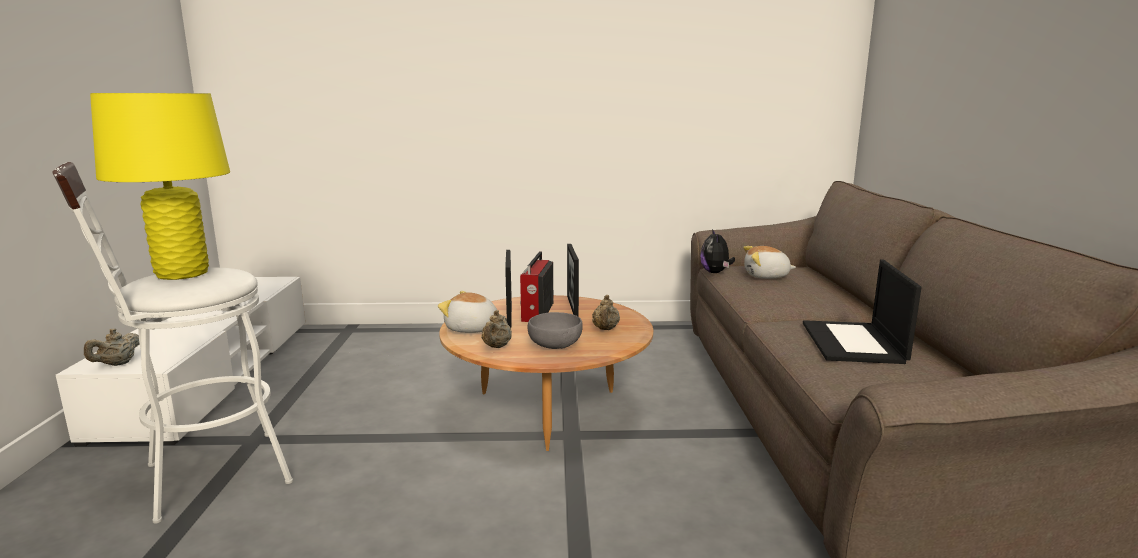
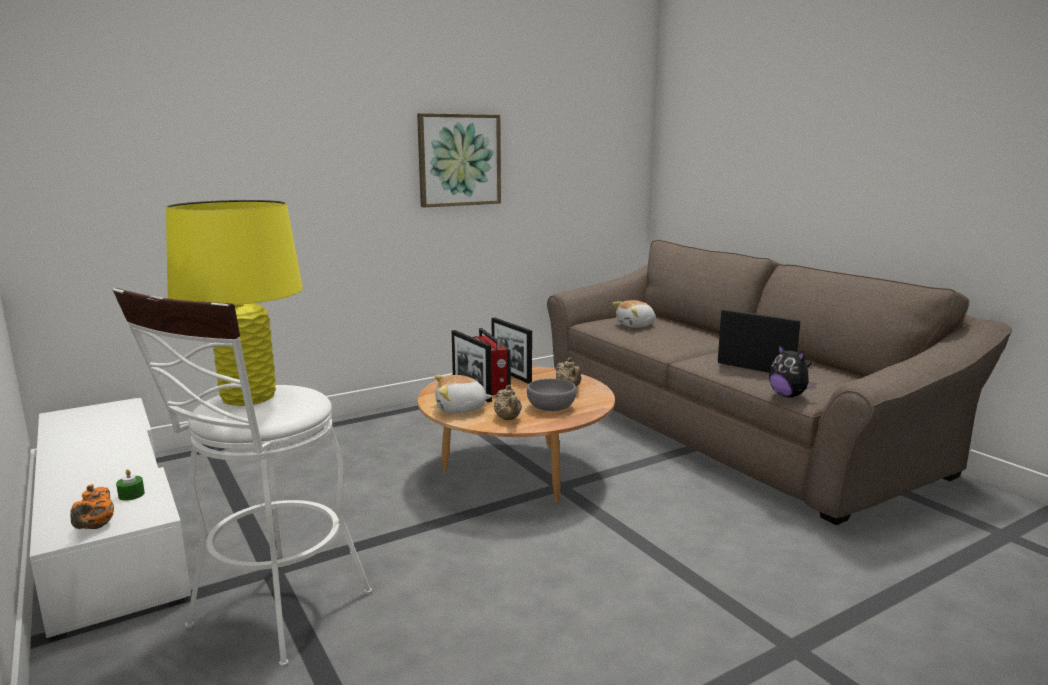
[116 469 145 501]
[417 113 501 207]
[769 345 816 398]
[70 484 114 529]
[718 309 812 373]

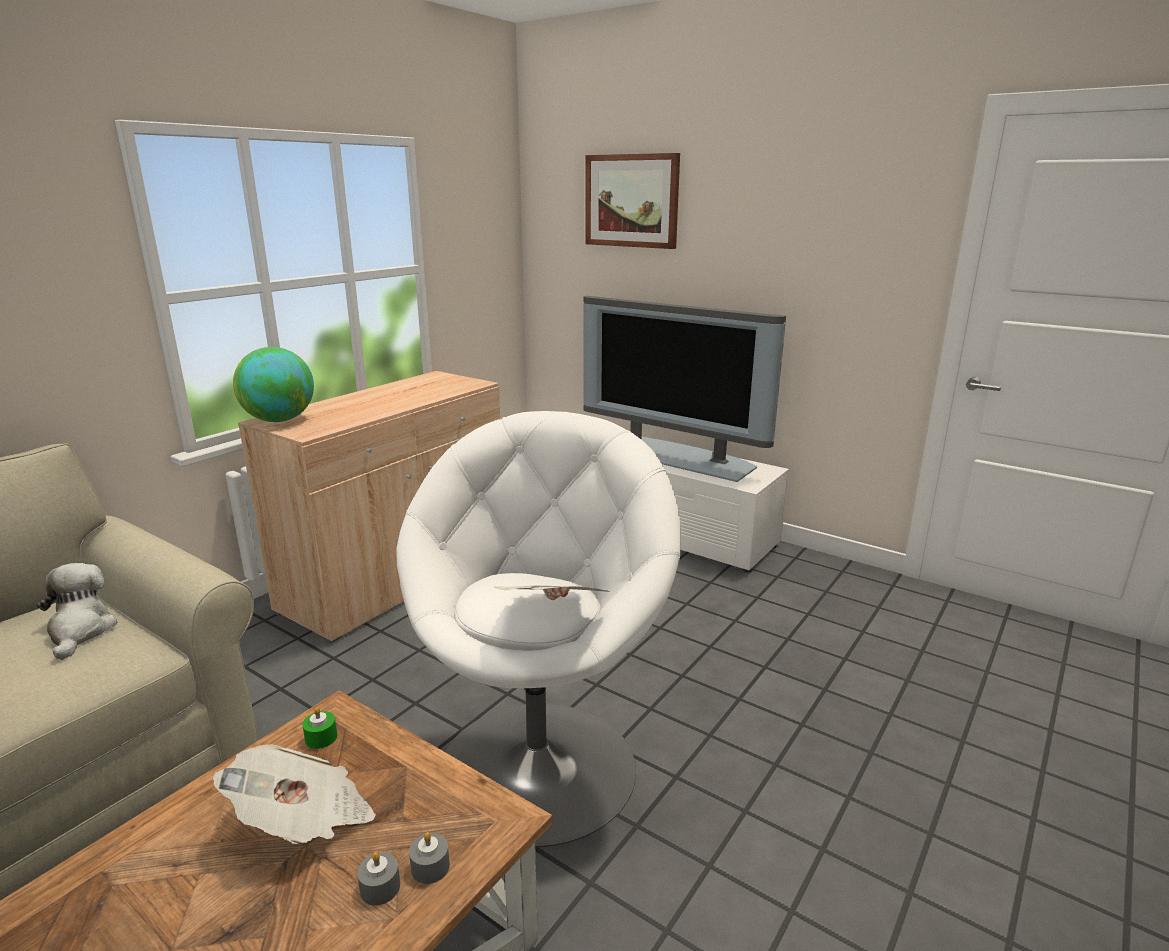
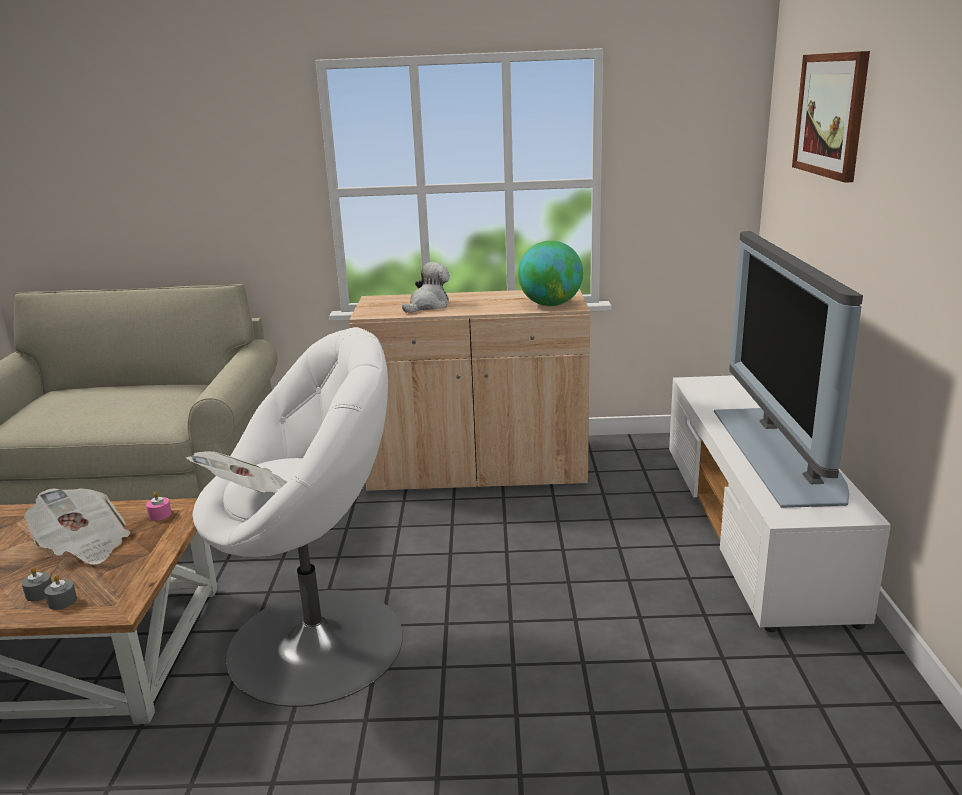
[402 262 450 313]
[518 240 583 306]
[146 492 172 521]

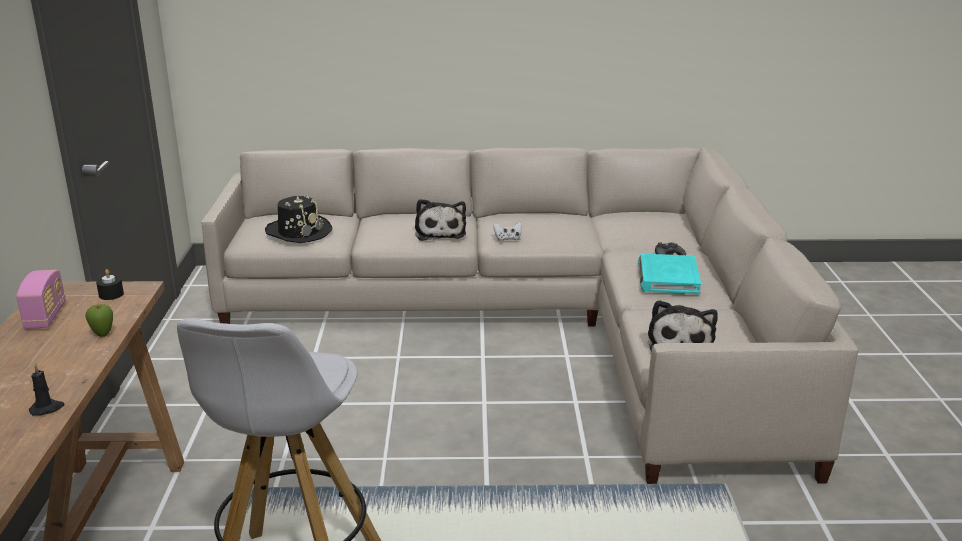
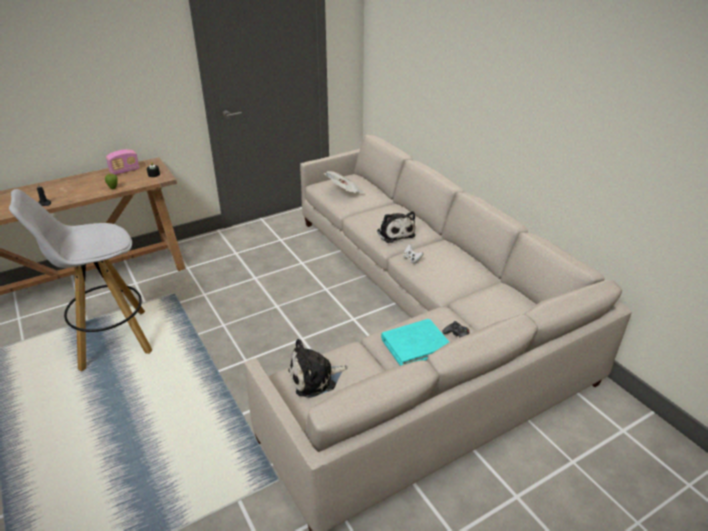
[324 171 365 193]
[377 211 415 243]

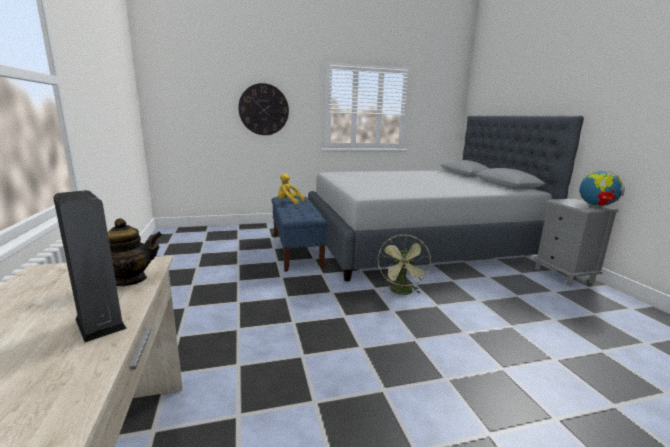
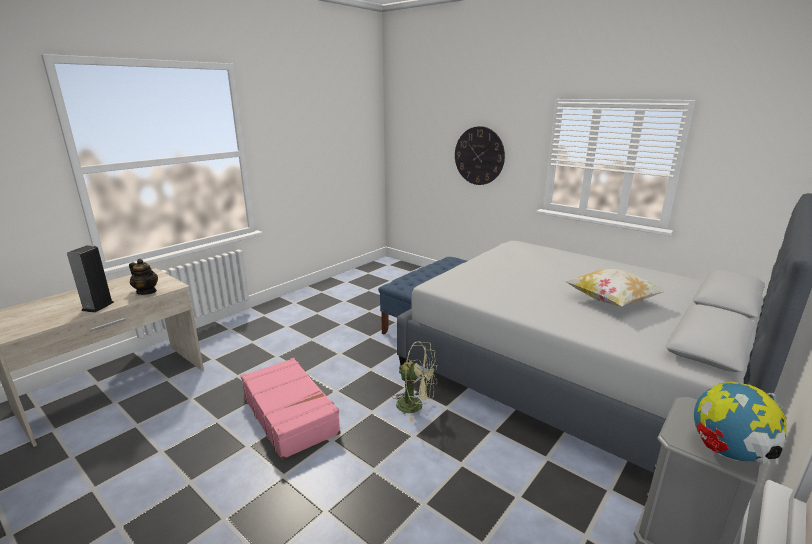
[278 174 305 204] (first image)
[241 358 341 460]
[565 269 666 306]
[392 341 438 422]

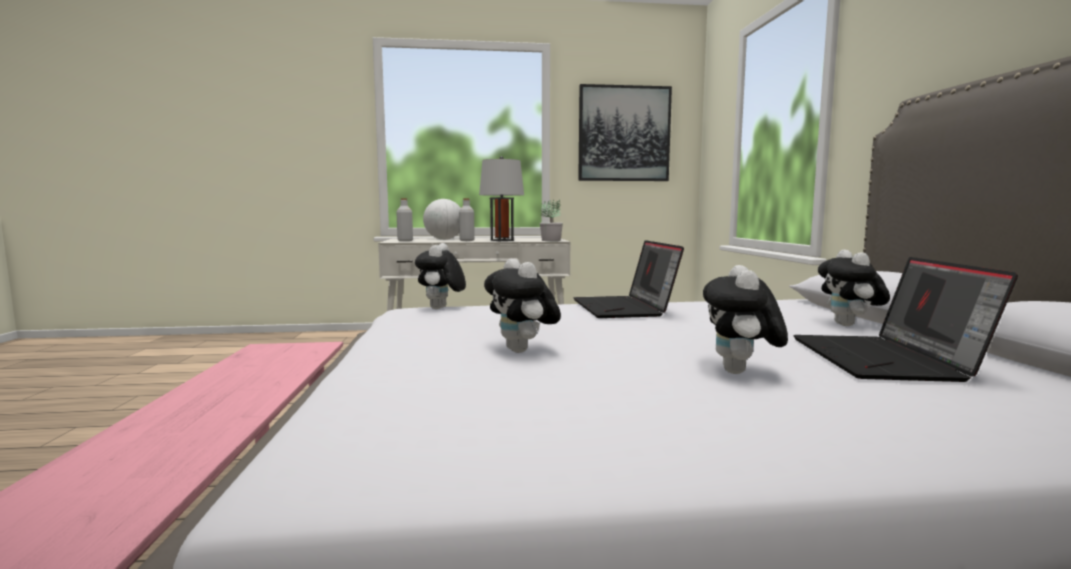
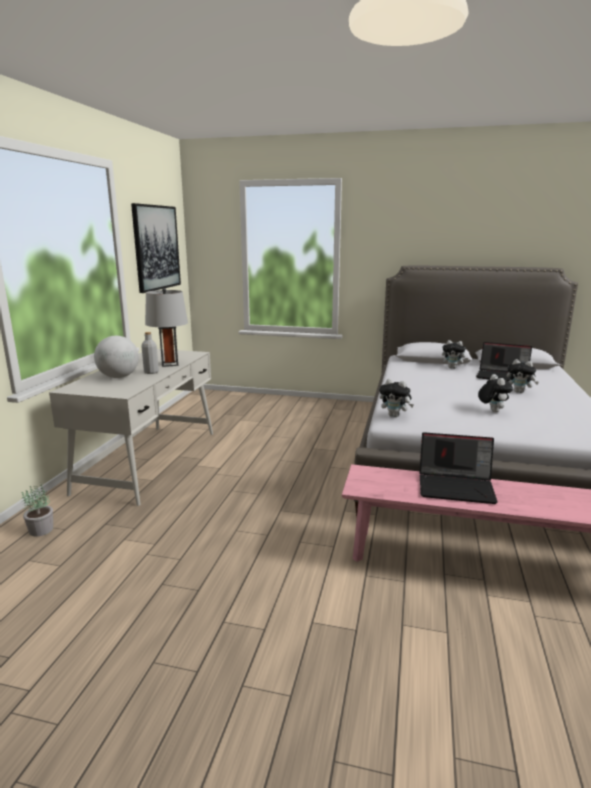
[396 198 413 241] (first image)
[22 484 53 536]
[419 432 498 504]
[478 374 513 412]

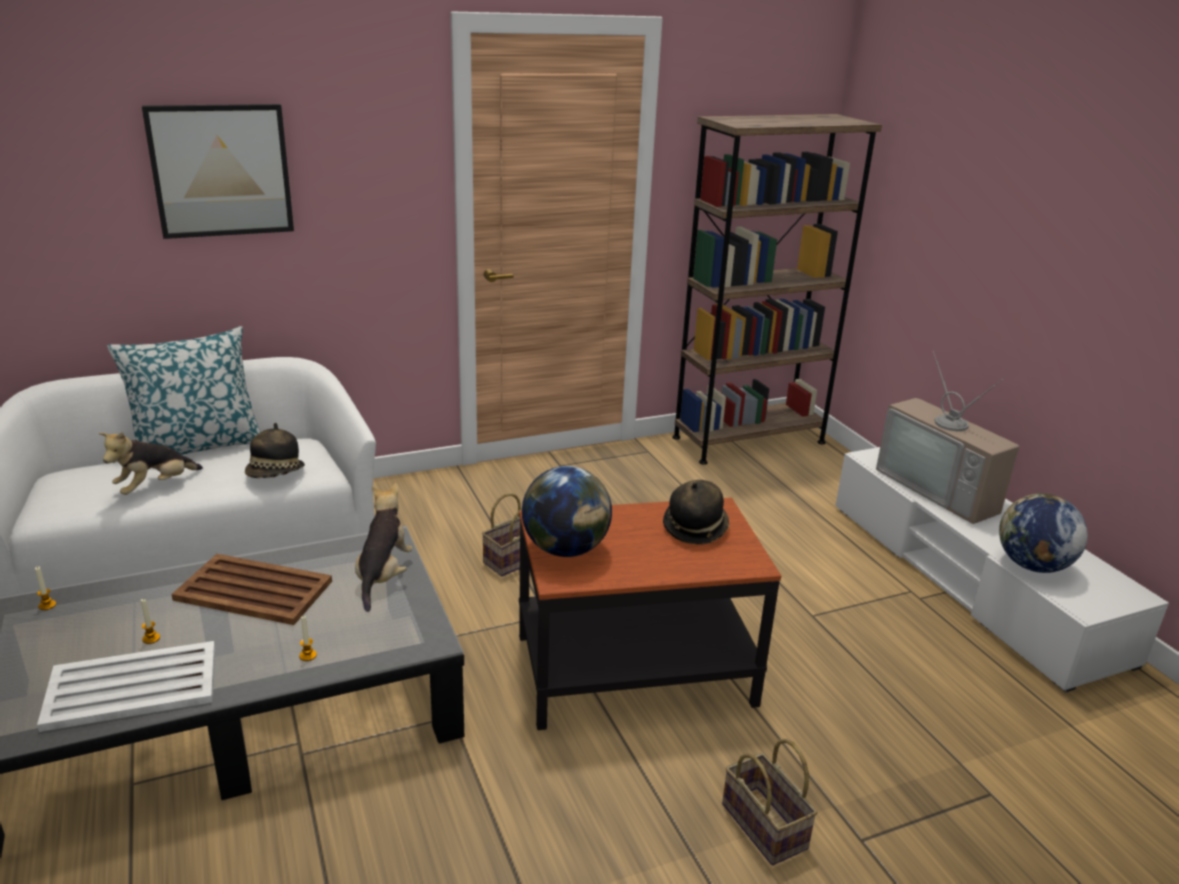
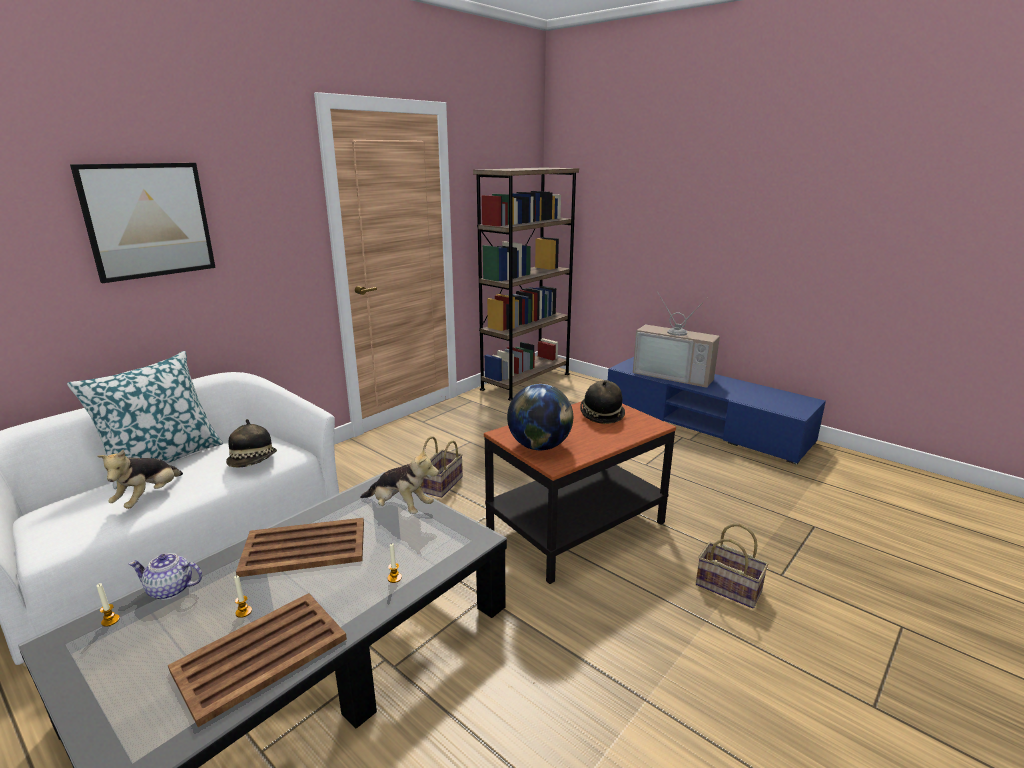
[999 494 1088 573] (first image)
[129 553 202 600]
[168 593 347 727]
[608 357 826 465]
[360 447 439 514]

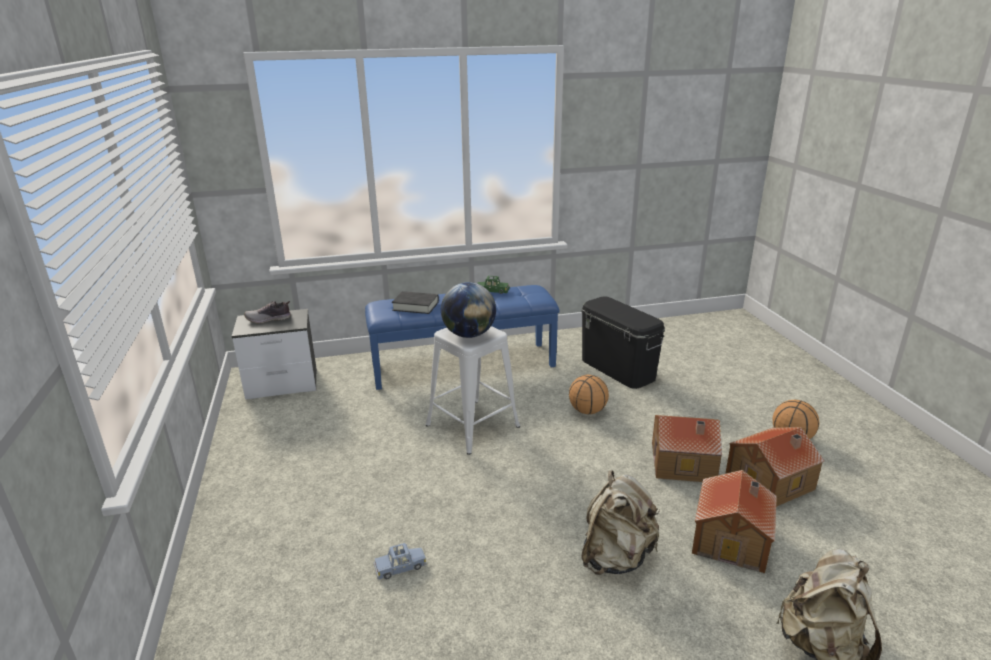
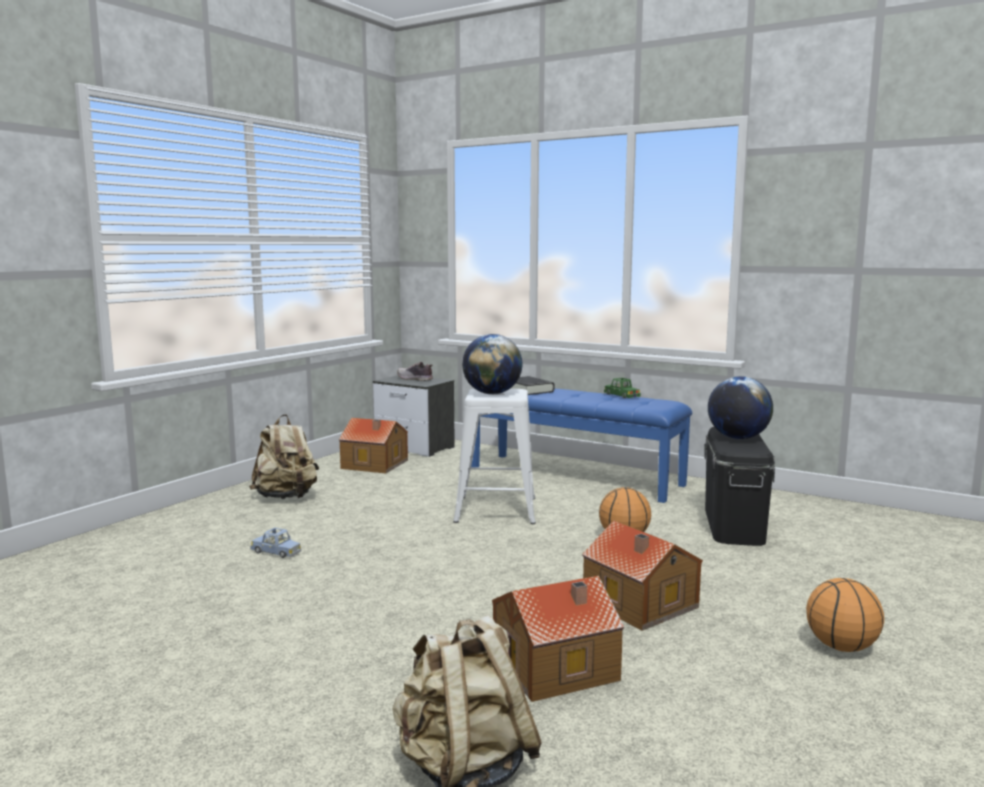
[708 376 773 439]
[249 414 319 499]
[339 418 408 473]

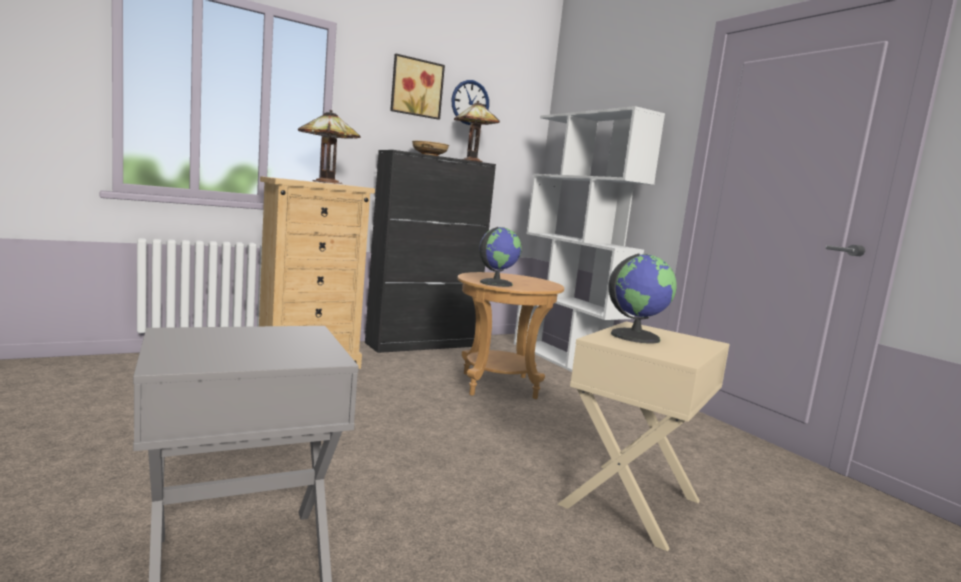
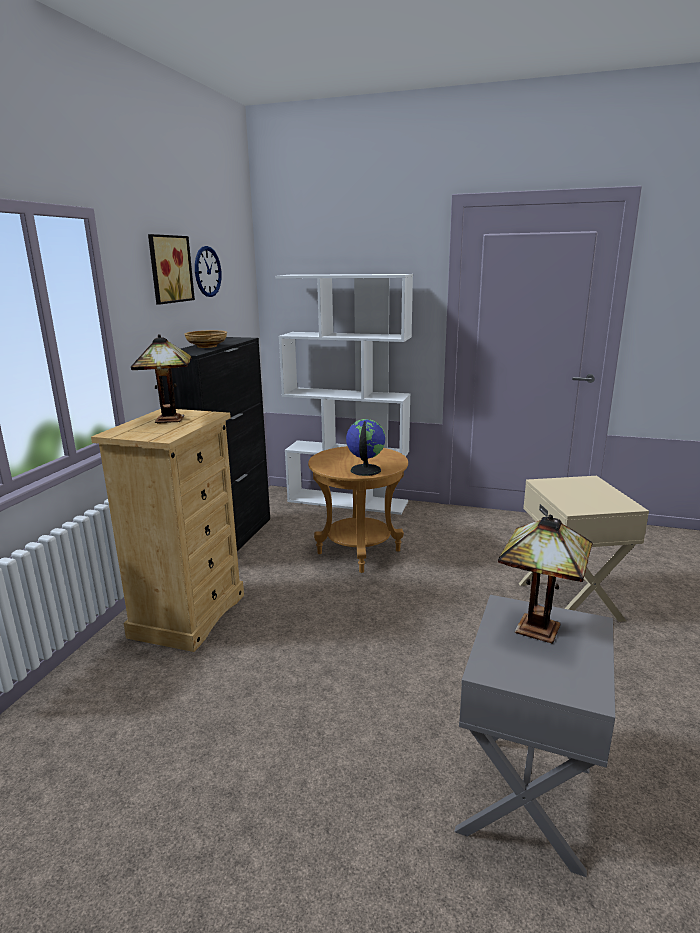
[608 253 677 343] (first image)
[498 515 593 643]

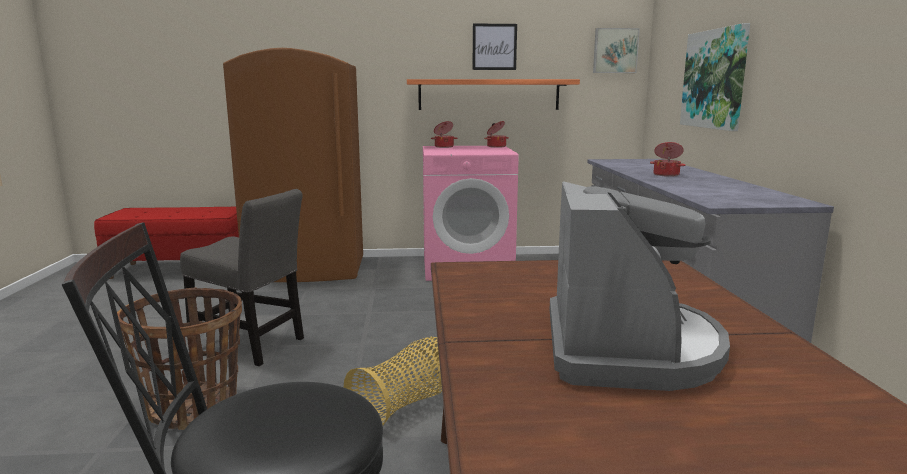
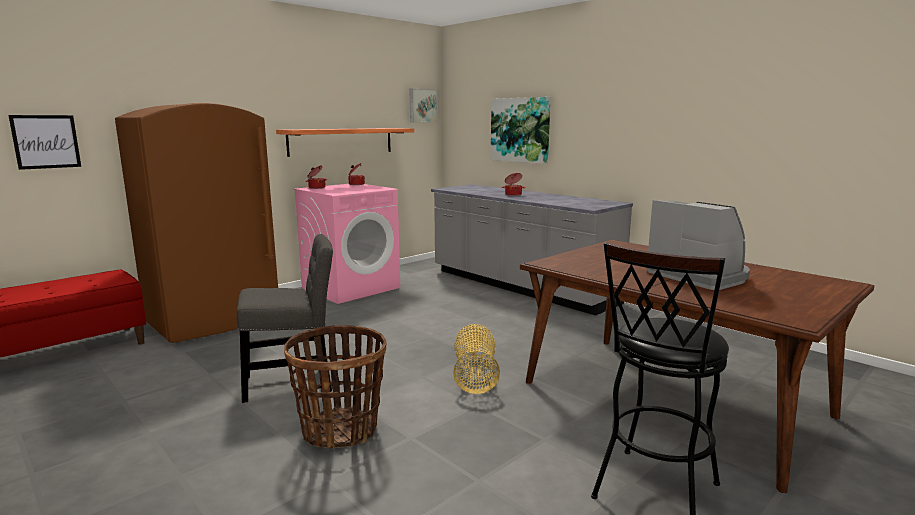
[8 115 81 170]

